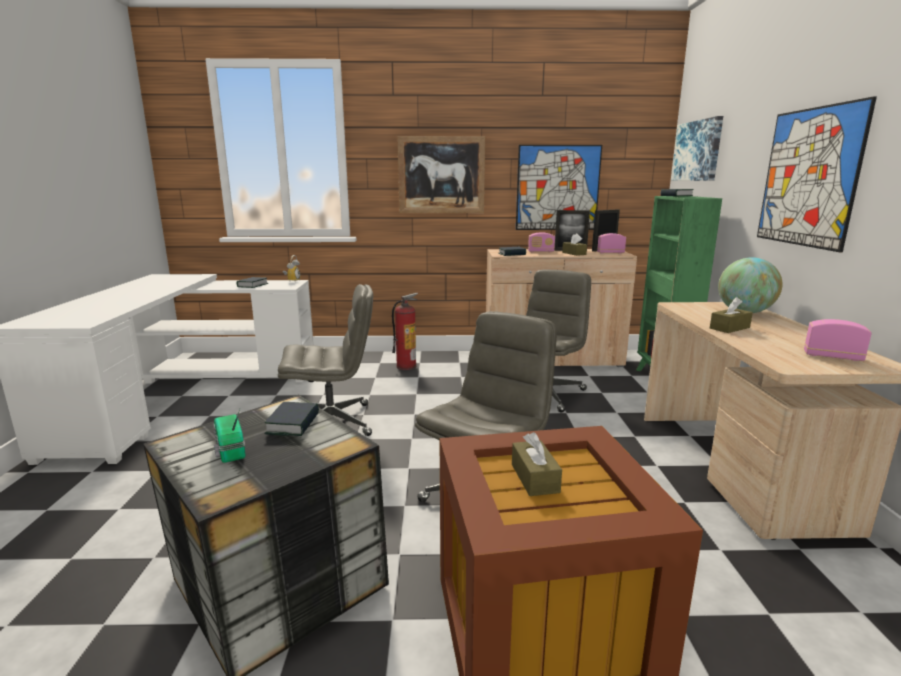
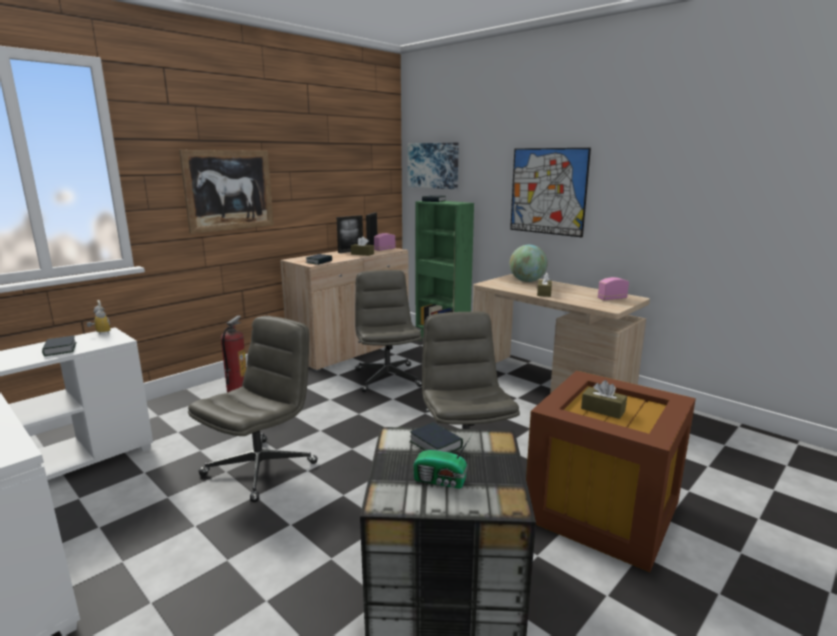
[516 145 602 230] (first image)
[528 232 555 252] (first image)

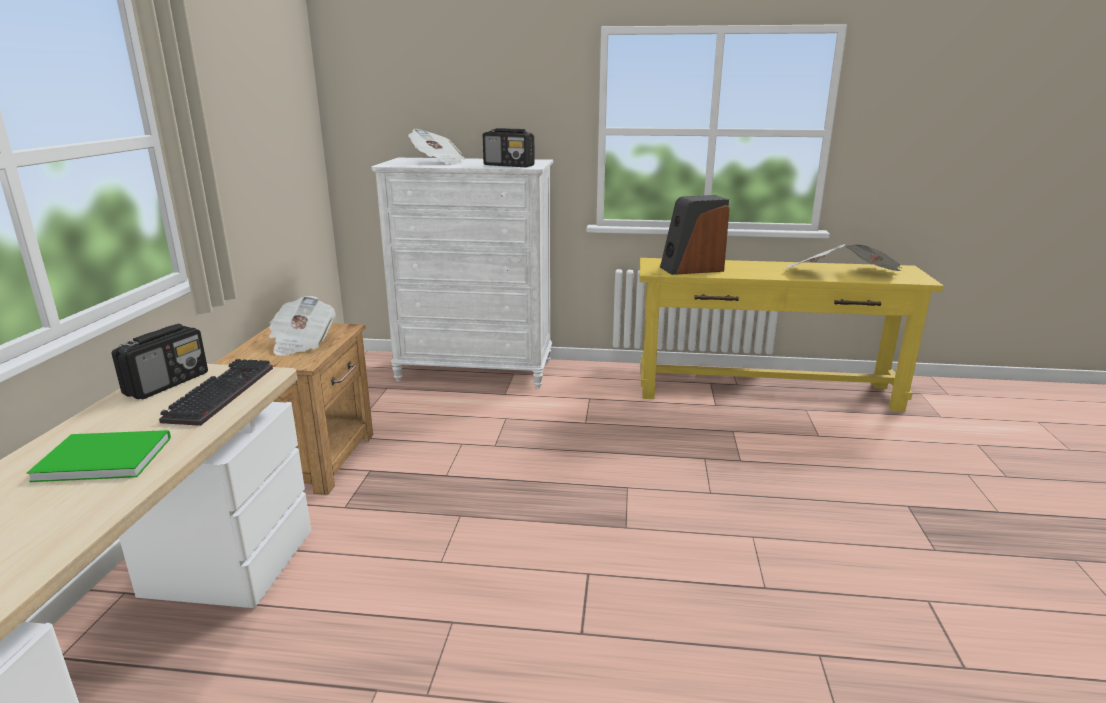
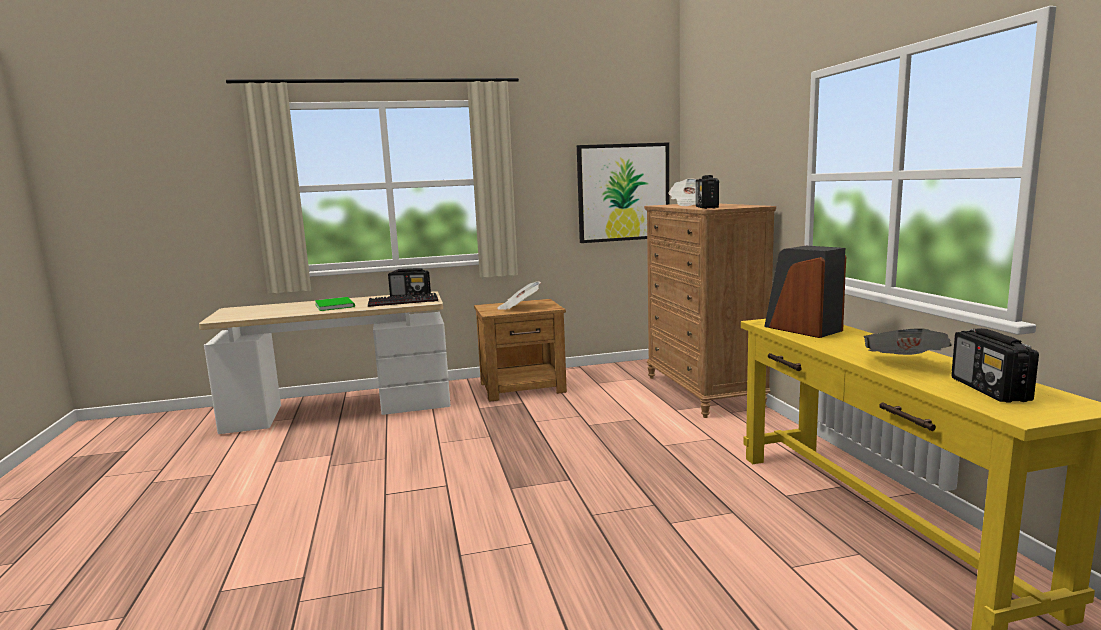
[577 142 669 243]
[951 328 1039 403]
[644 204 776 418]

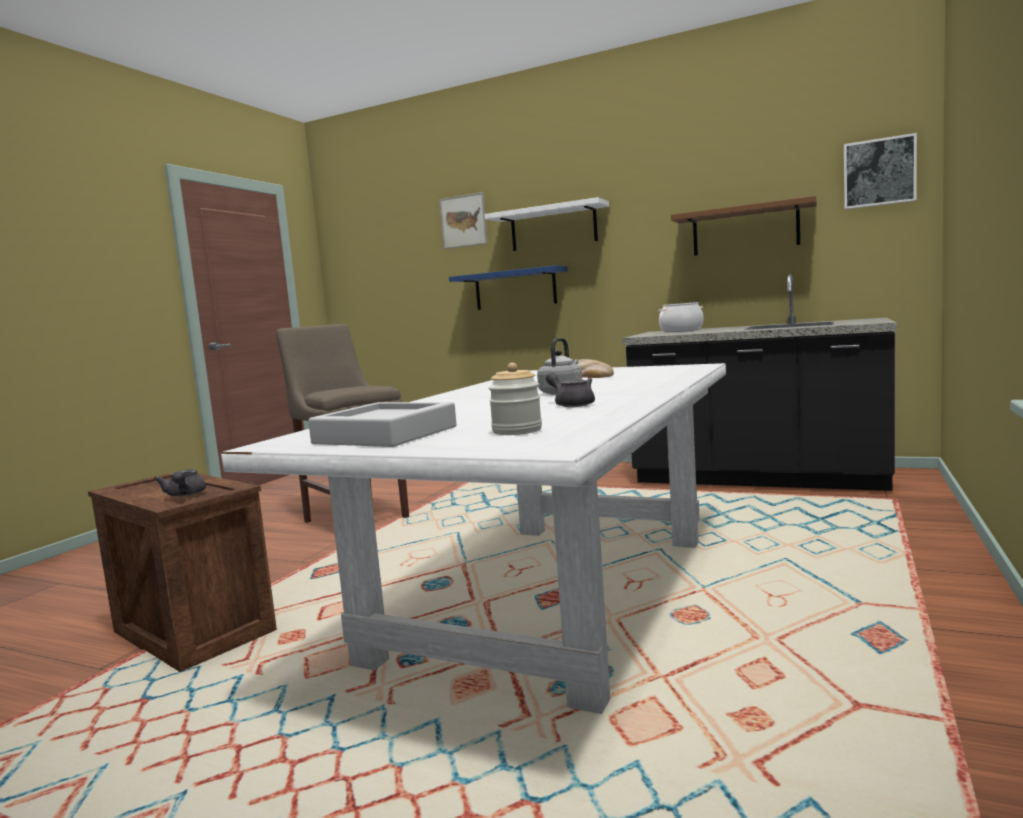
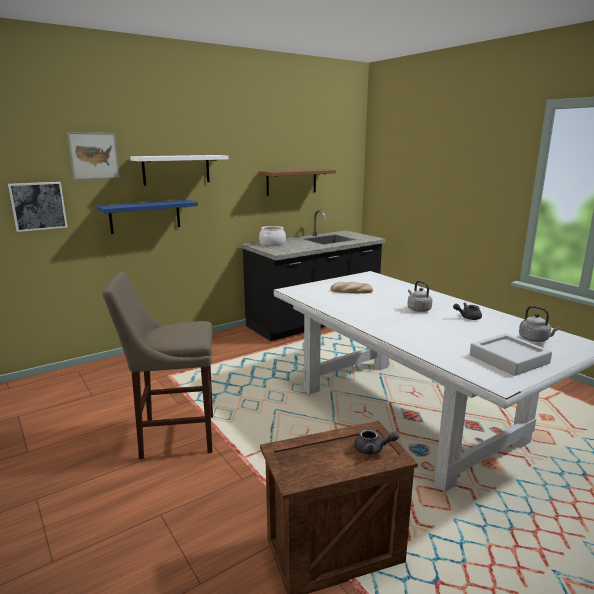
[8 182 67 232]
[519 306 560 342]

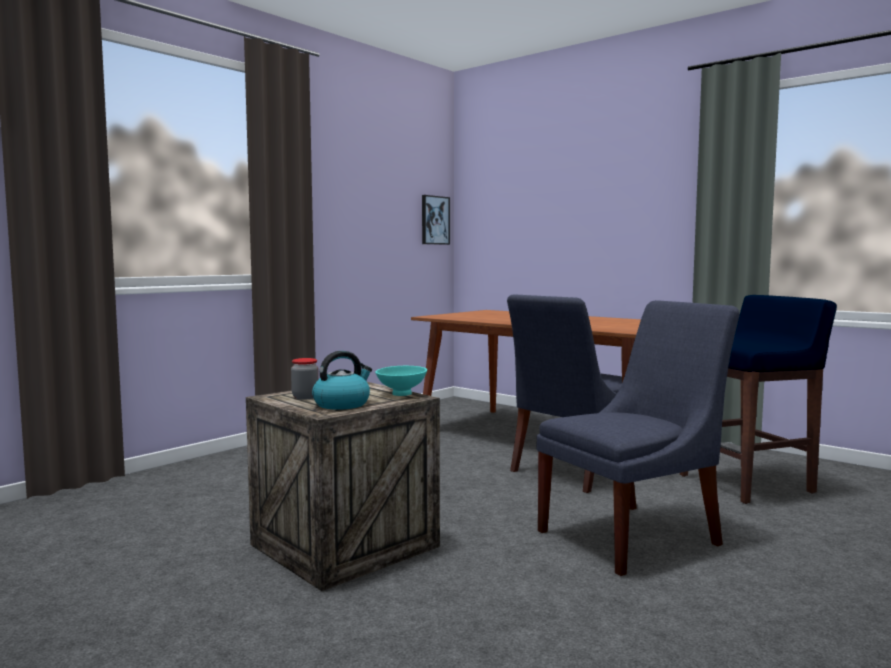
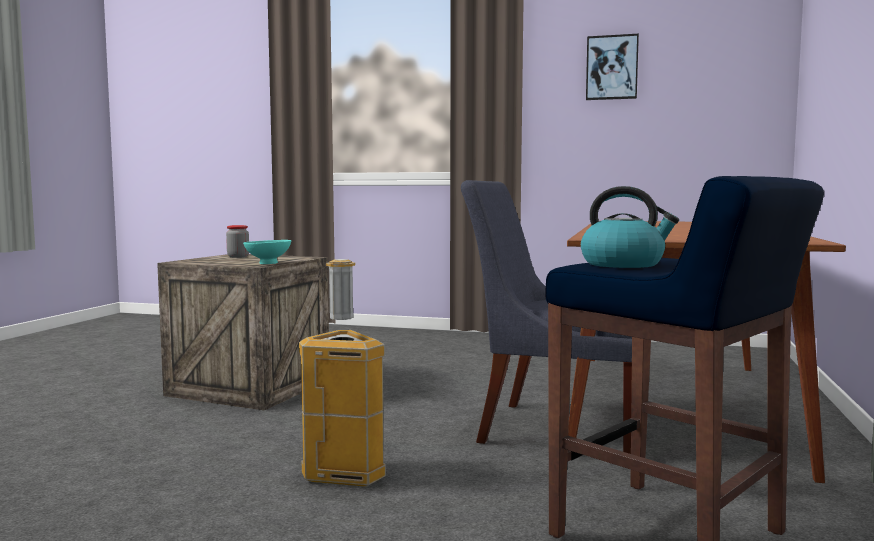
[581 186 679 268]
[586 34 639 100]
[299 259 386 487]

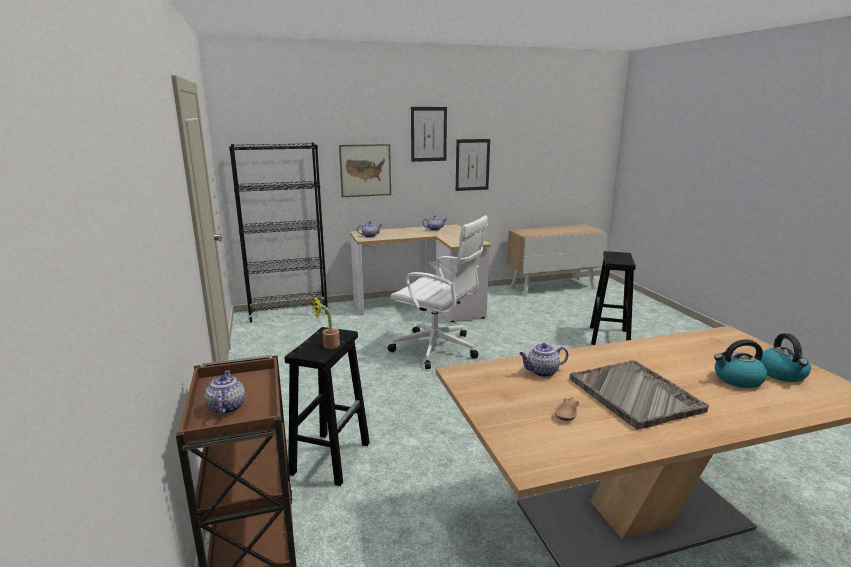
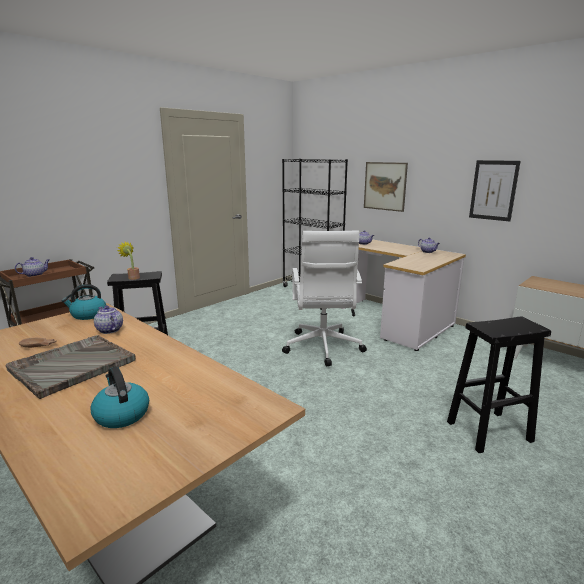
[411 107 447 162] (first image)
[62 284 106 320]

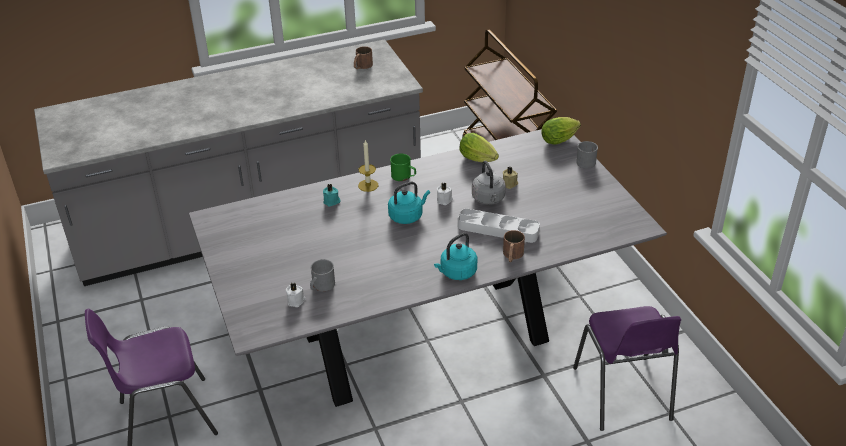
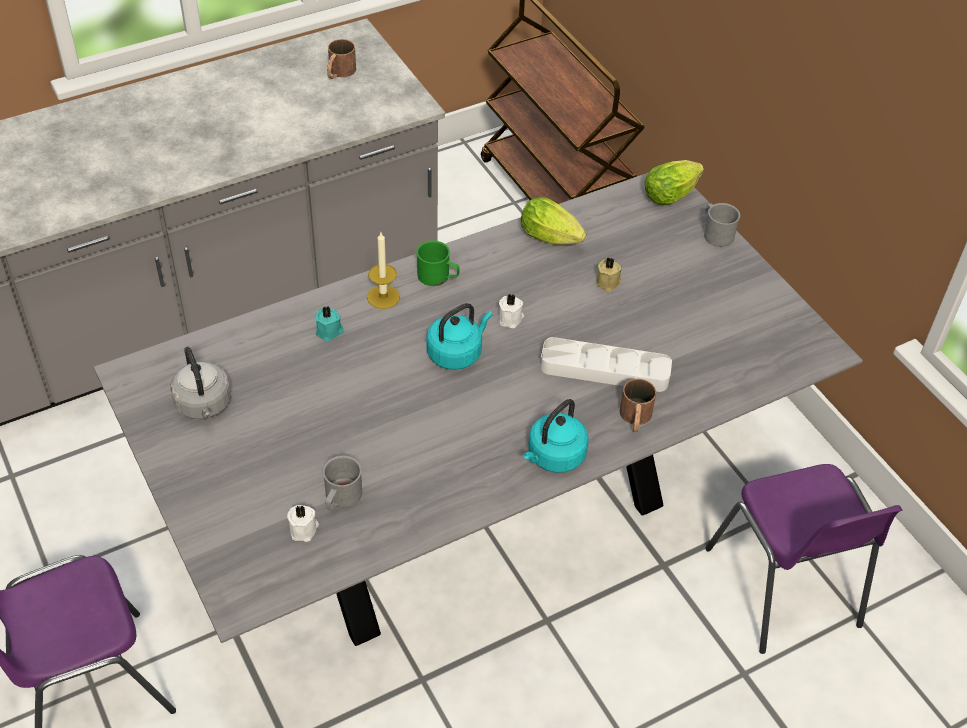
[170 347 231 419]

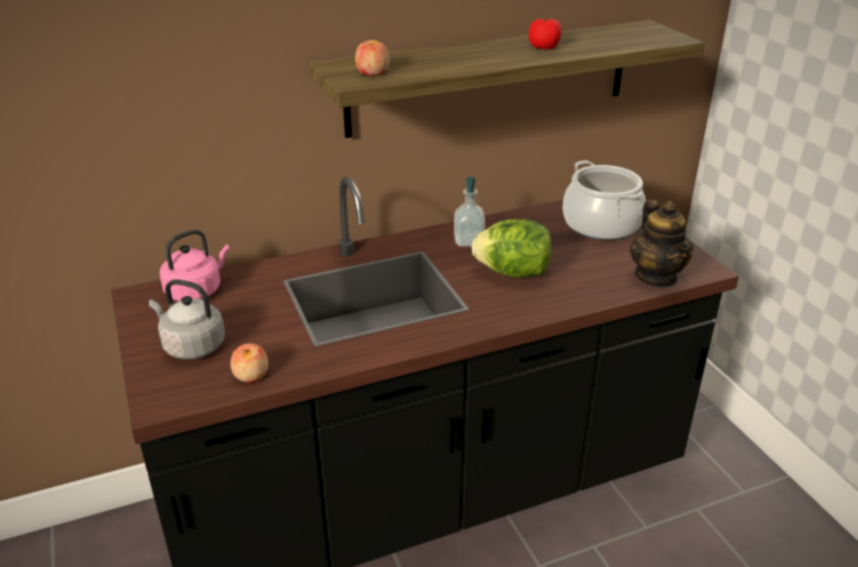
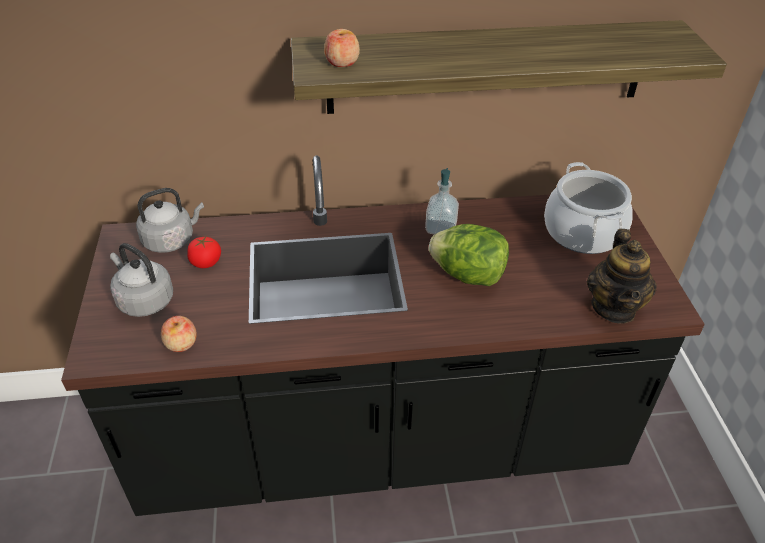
[187 237 221 268]
[136 188 204 253]

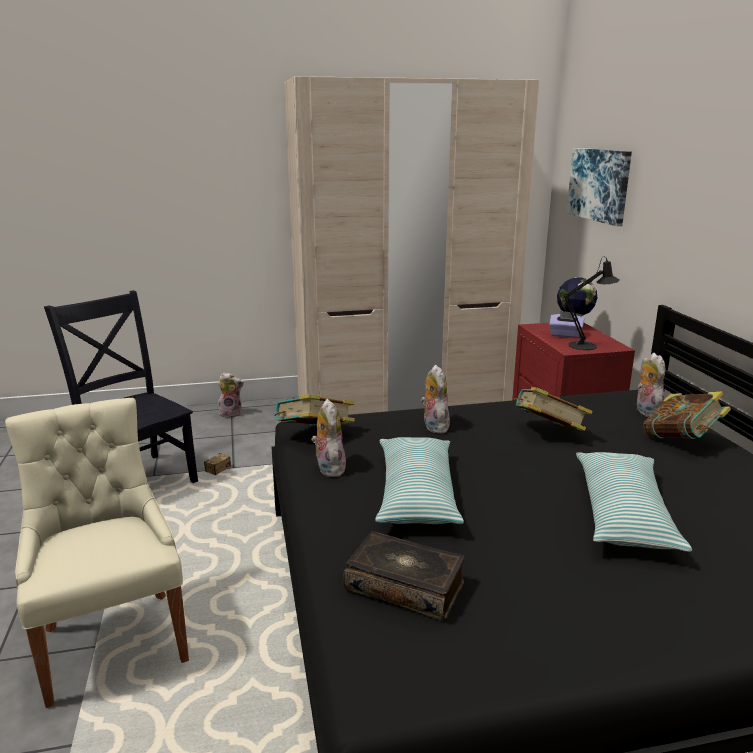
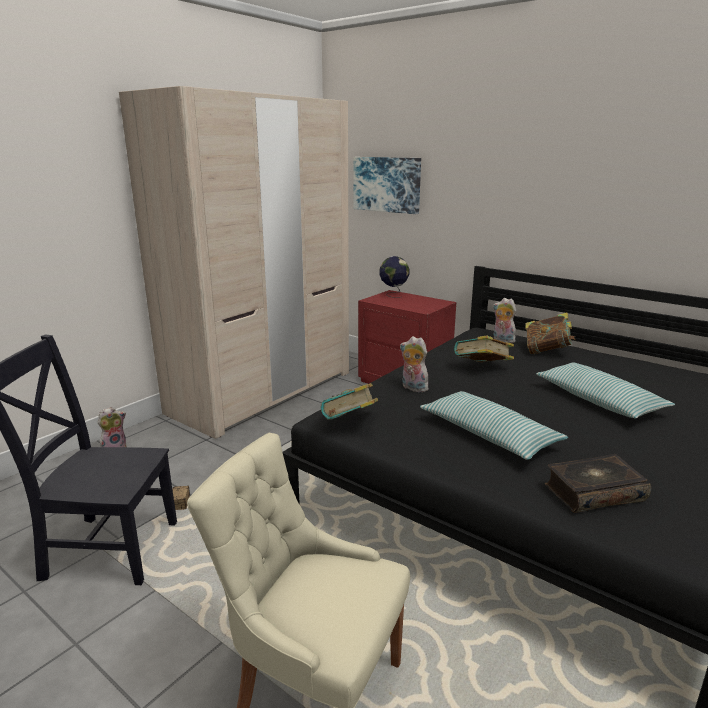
[311 399 346 477] (first image)
[549 311 584 338] (first image)
[564 256 620 350] (first image)

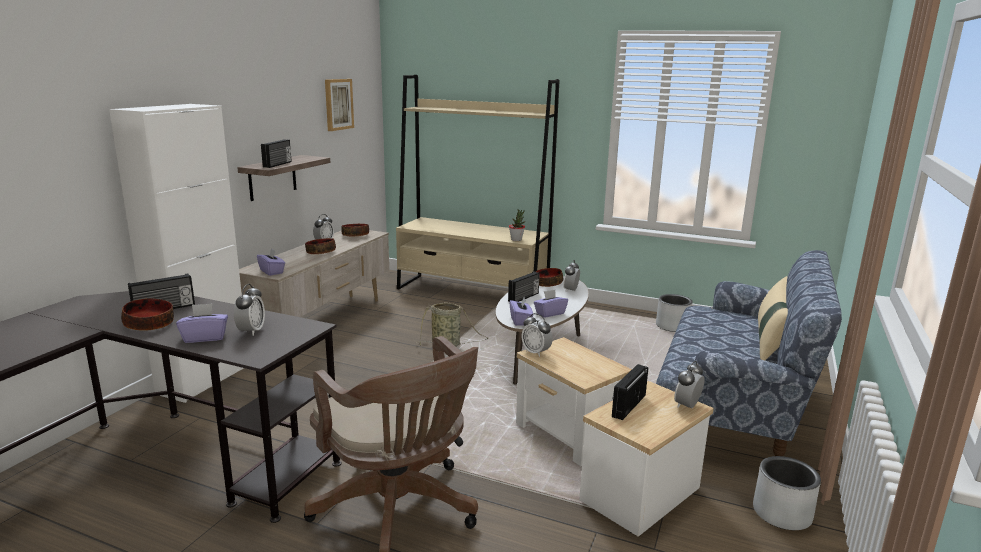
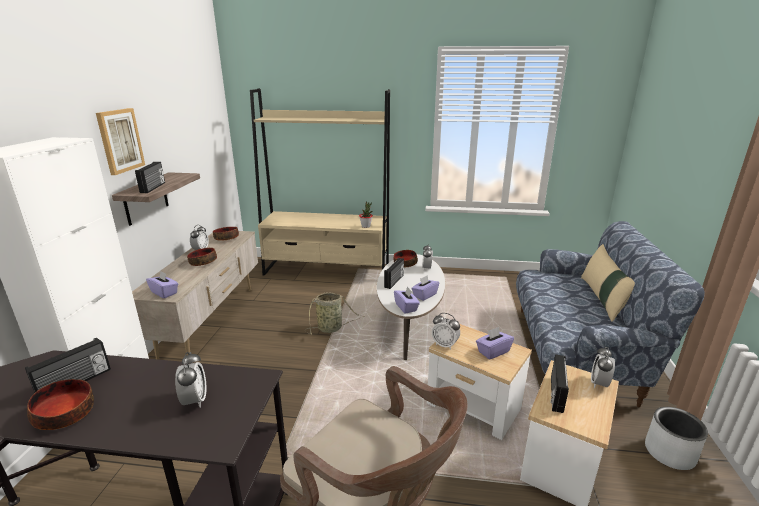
[656 294 692 332] (first image)
[476 327 514 359]
[96 108 145 175]

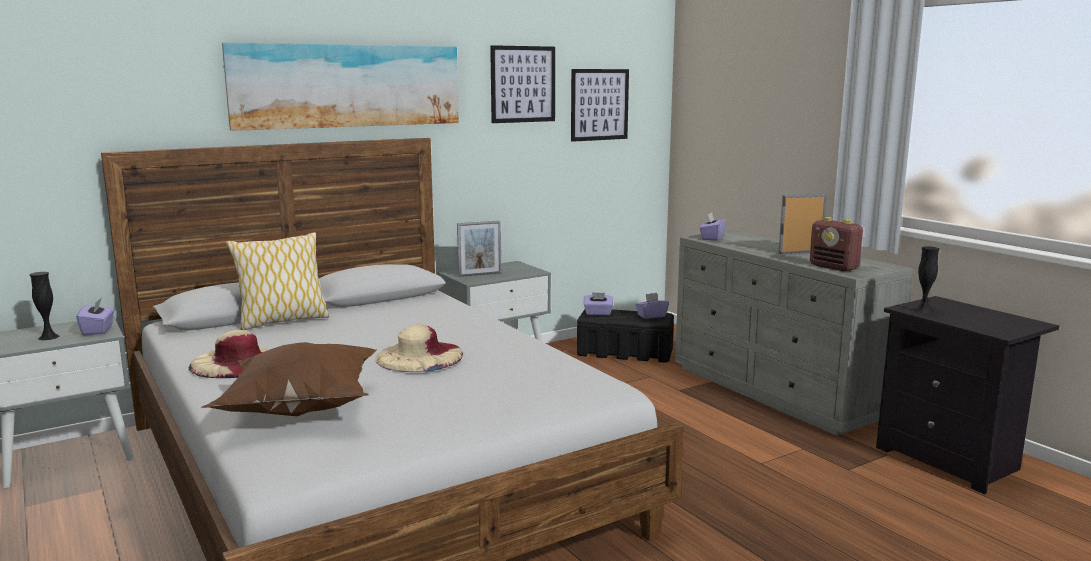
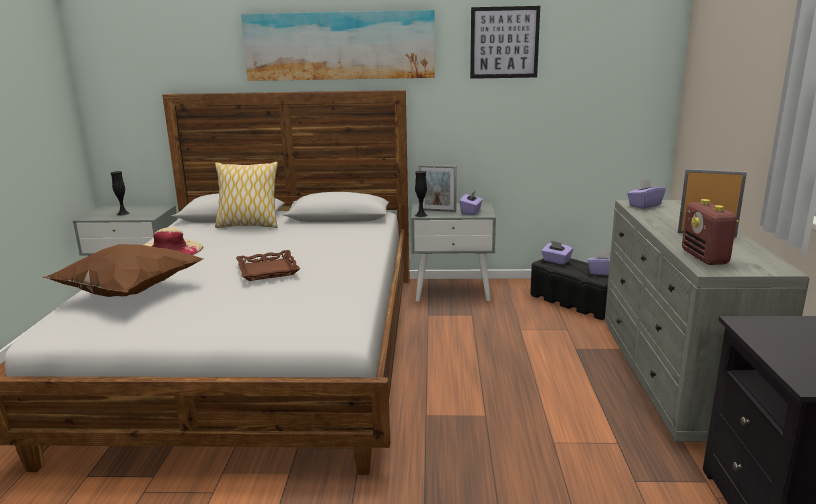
[571 69 629 142] (first image)
[460 191 483 215]
[415 171 428 217]
[236 250 300 281]

